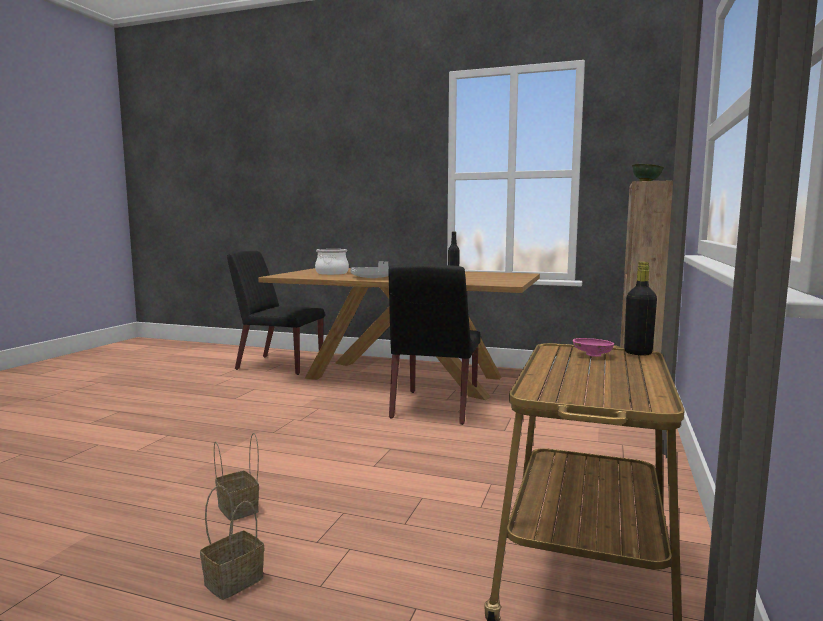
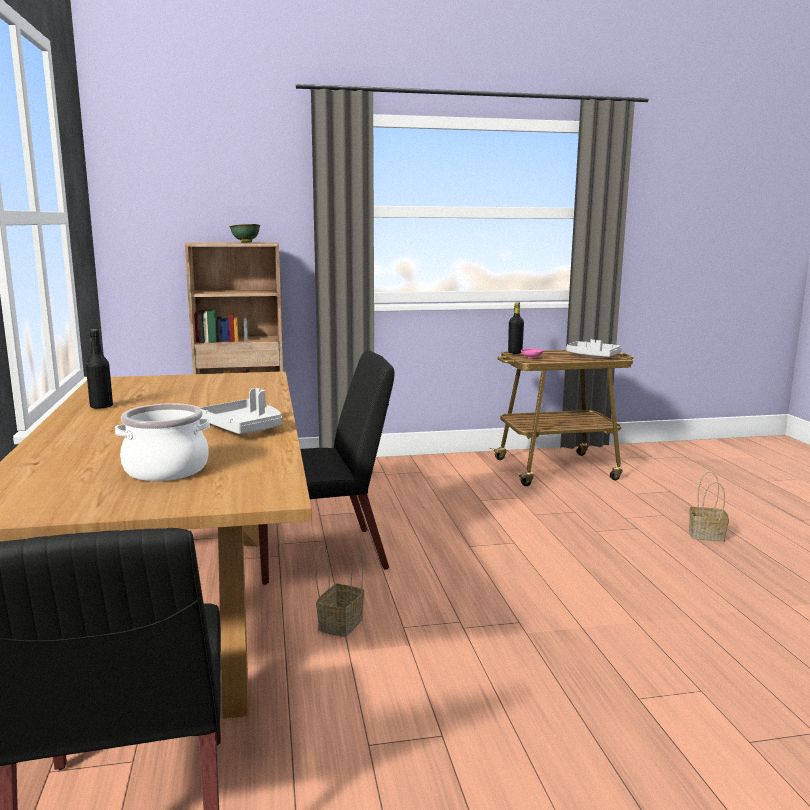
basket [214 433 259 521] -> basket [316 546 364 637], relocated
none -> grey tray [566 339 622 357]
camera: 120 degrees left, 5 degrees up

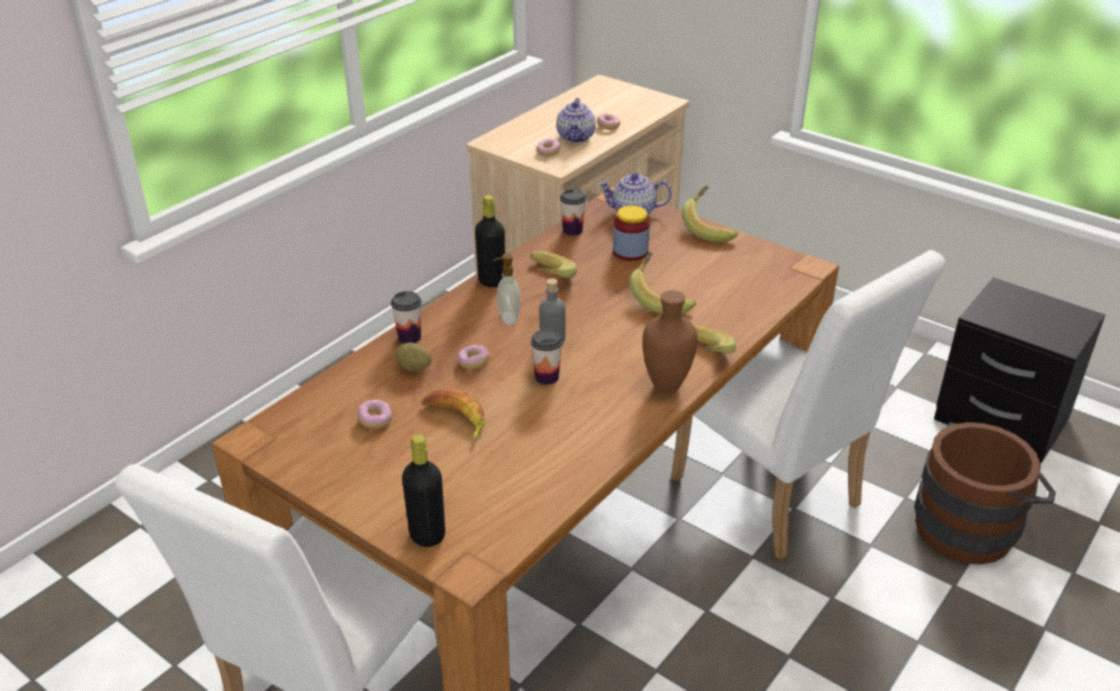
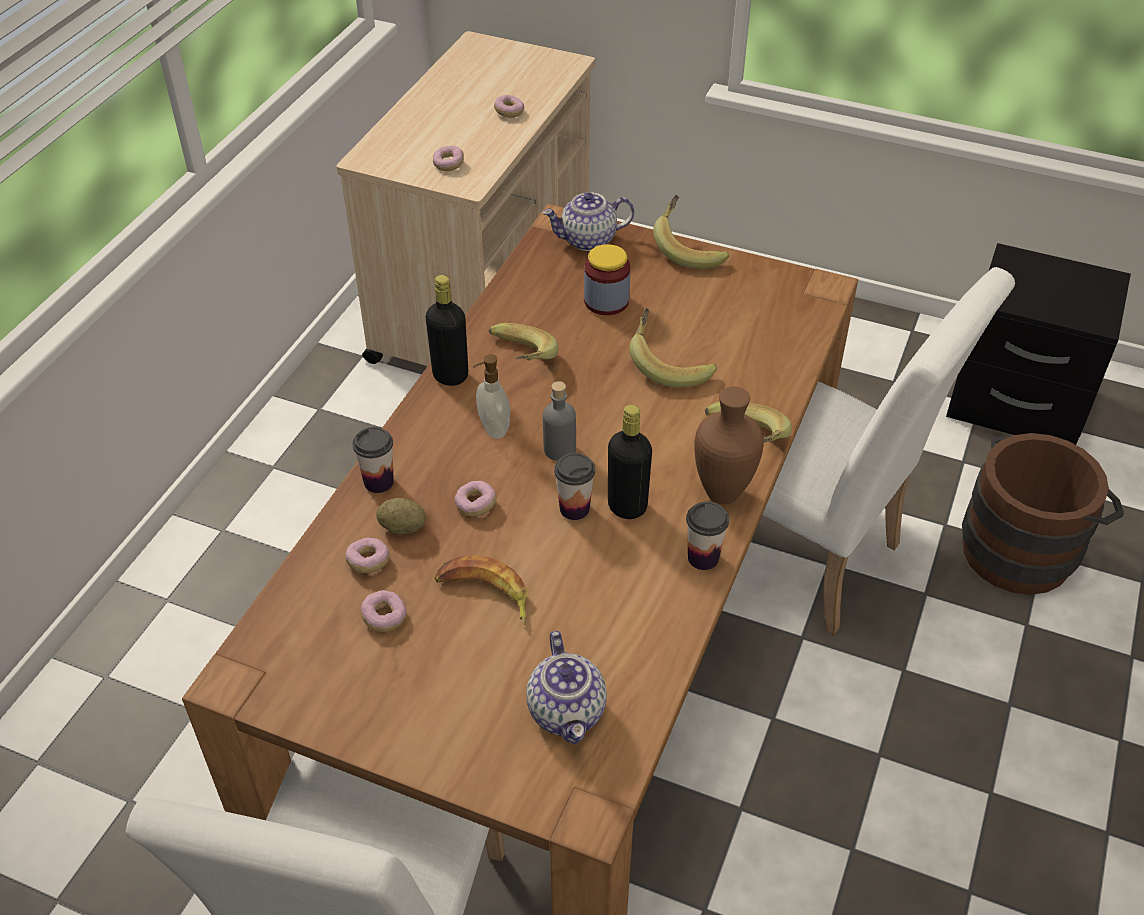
black bottle [402 434 445 547] -> black bottle [608 405 652 519], relocated
teapot [556 98 596 143] -> teapot [526 631 607 745], relocated
cup [560 189 586 236] -> cup [686 501 729 570], relocated
none -> donut [345 538 390 573]
camera: 15 degrees left, 10 degrees up

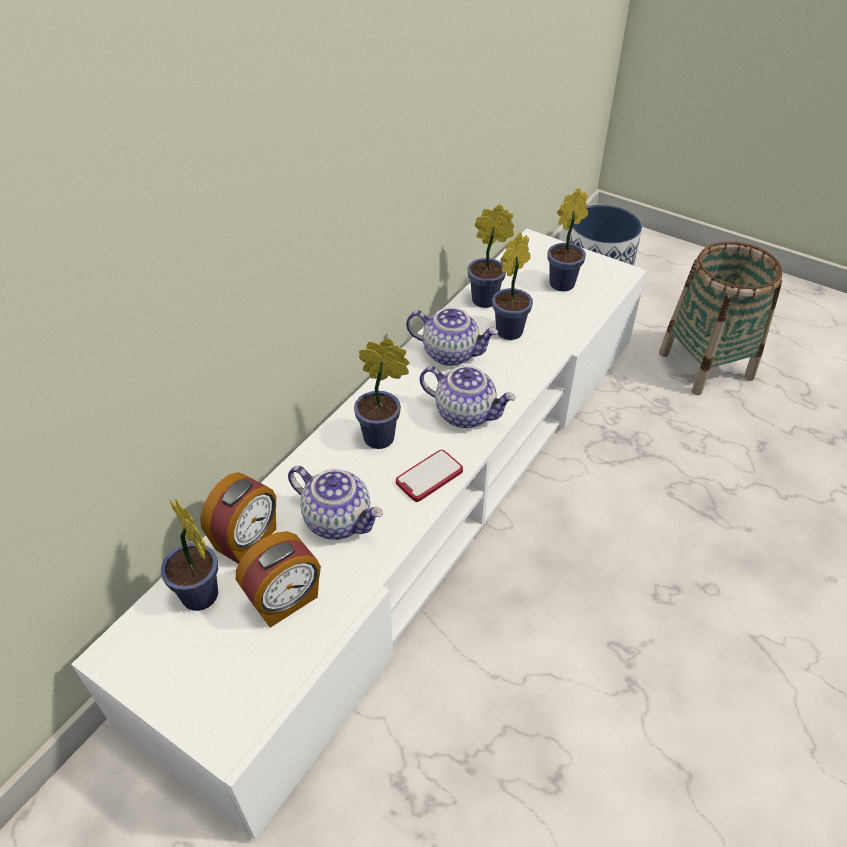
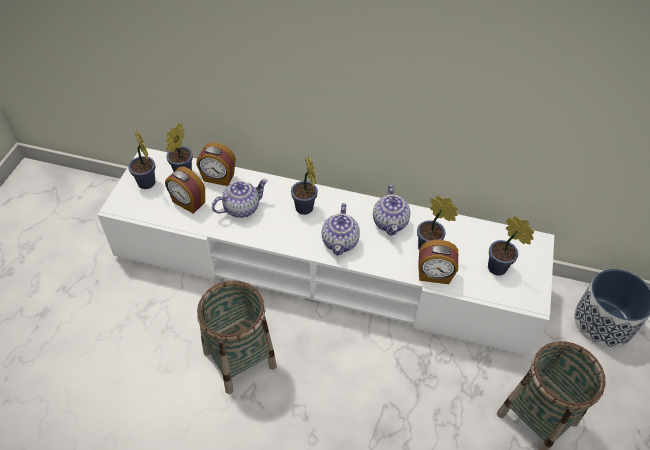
teapot [288 466 383 540] -> teapot [212 179 268 218], 135 degrees counterclockwise
phone [396 450 463 502] -> none
potted plant [467 204 514 308] -> potted plant [128 130 155 189], relocated
none -> basket [197 280 277 394]
none -> alarm clock [418 240 458 284]
camera: 70 degrees right, 5 degrees up

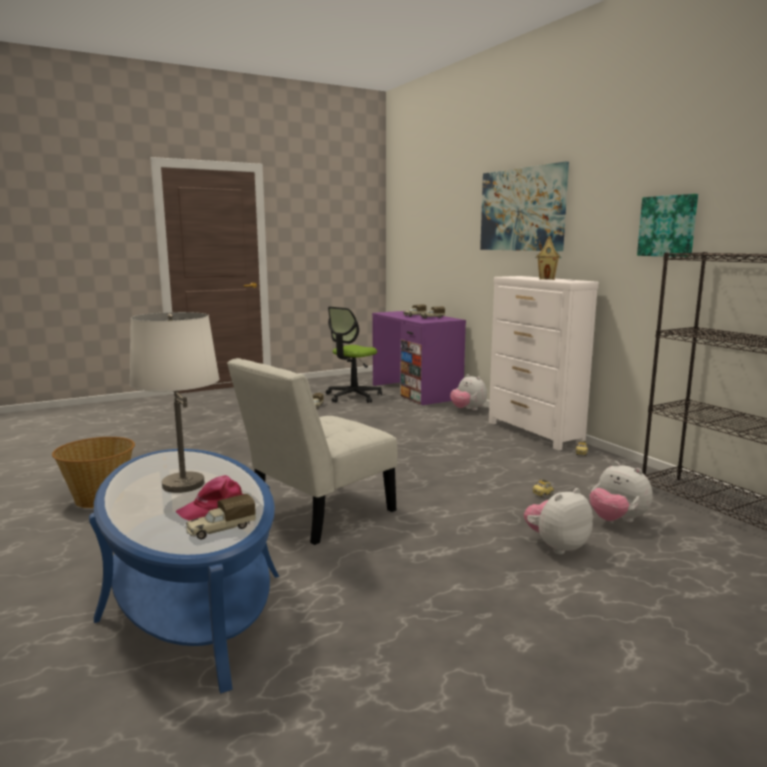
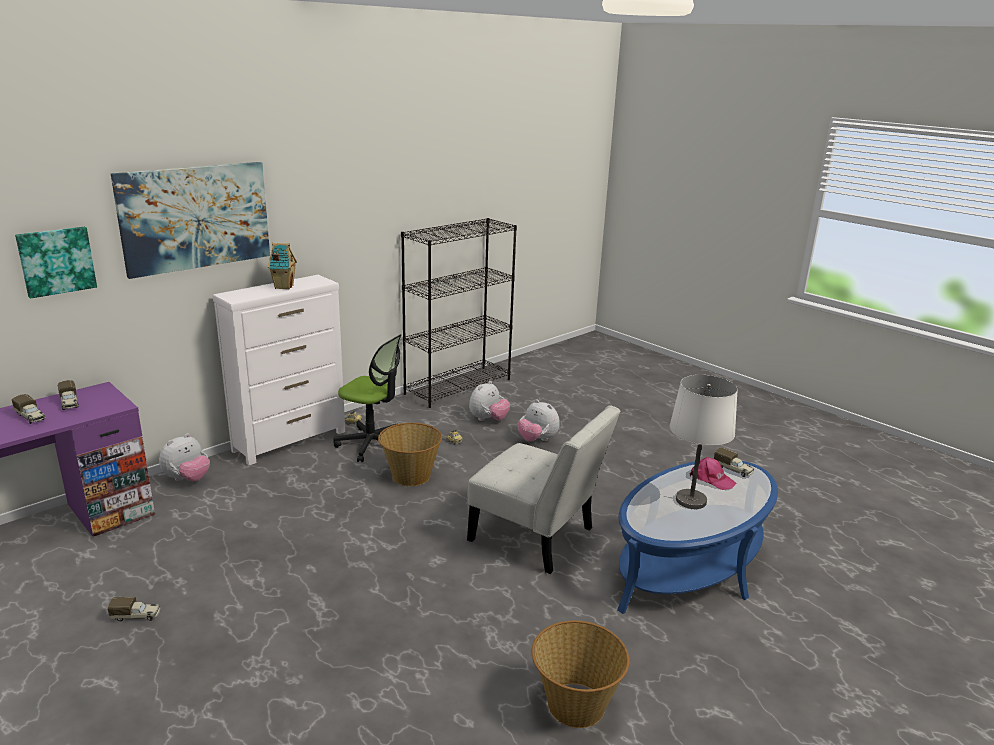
office chair [326 307 382 403] -> office chair [333 334 402 462], relocated
picture [637 194 698 257] -> picture [15 227 97 298], relocated
none -> basket [378 423 442 486]
camera: 105 degrees left, 10 degrees up

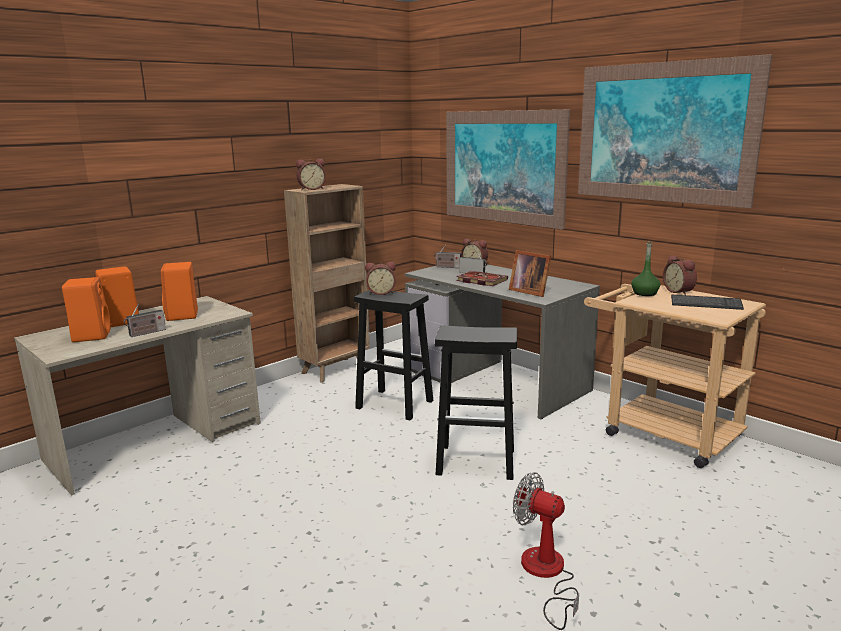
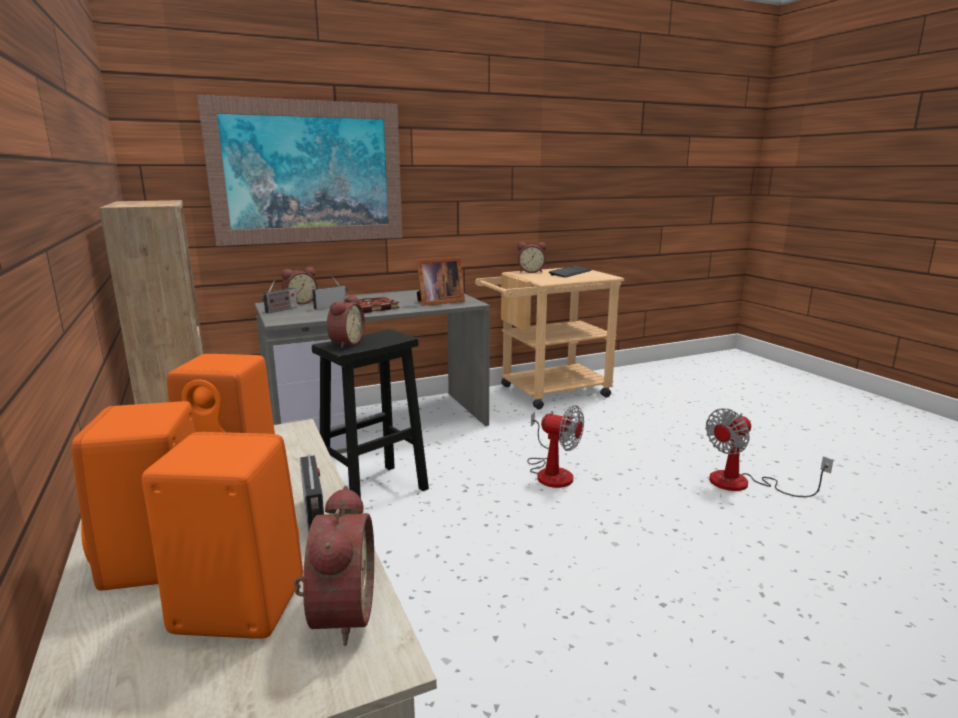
alarm clock [296 159 326 190] -> alarm clock [294 486 374 646], relocated
black stool [435 325 517 480] -> fan [527 405 584 488]
picture [578 54 772 208] -> none
green bottle [631 241 661 296] -> none
camera: 70 degrees left, 0 degrees up

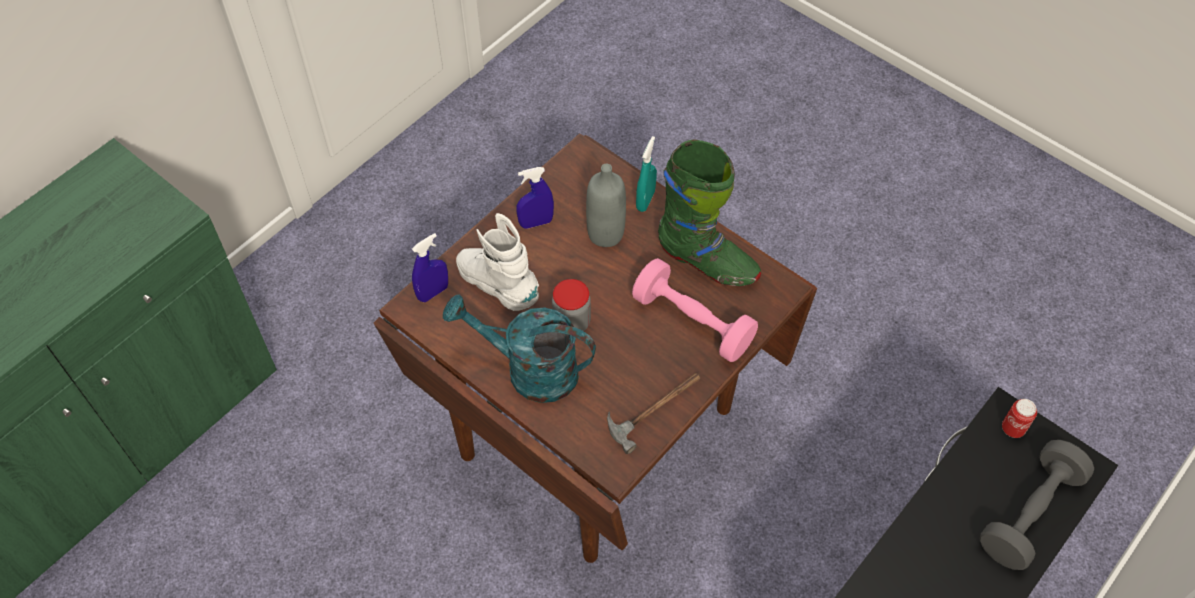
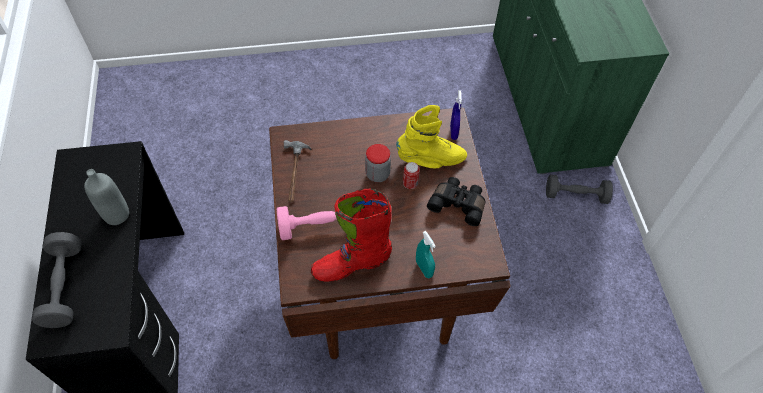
turquoise watering can [443 294 596 403] -> none
white boot [456 213 539 311] -> yellow boot [396 105 467 168]
blue spray bottle [516 167 554 229] -> black binoculars [427 177 485 226]
grey bottle [586 164 626 247] -> grey bottle [84 169 129 225], relocated
green boot [658 139 762 286] -> red boot [311 189 392 282]
can [1002 399 1037 438] -> can [403 162 420 189], relocated
none -> grey dumbbell [546 175 613 204]
camera: 130 degrees right, 0 degrees up

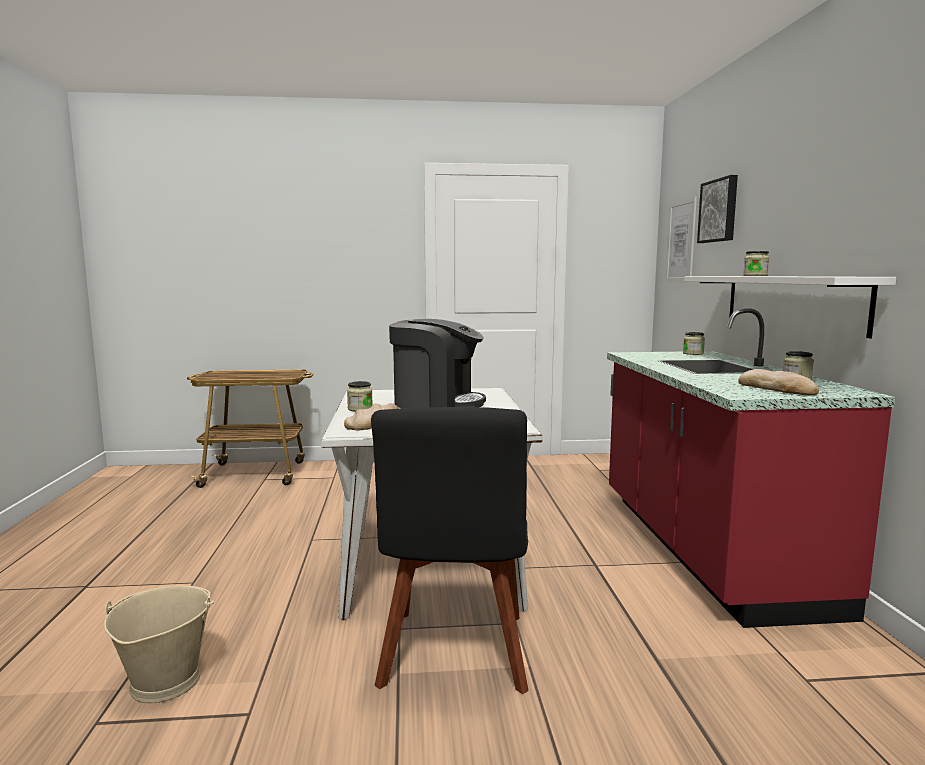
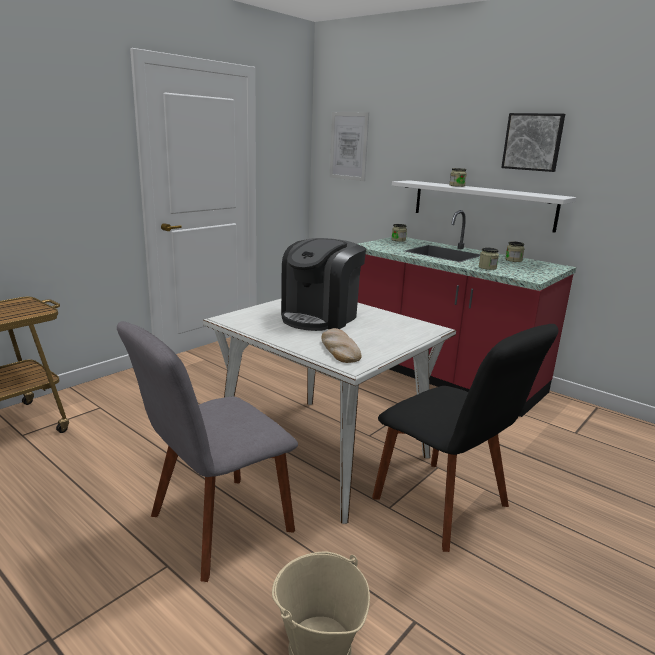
jar [347 381 372 412] -> jar [479 248 499 270], relocated
coffee machine [389 319 486 408] -> coffee machine [281 238 366 331], 150 degrees clockwise
picture [697 175 738 243] -> picture [501 113 565 172], relocated
bread [738 369 819 395] -> none
none -> grey chair [117 321 298 582]
camera: 45 degrees left, 10 degrees up

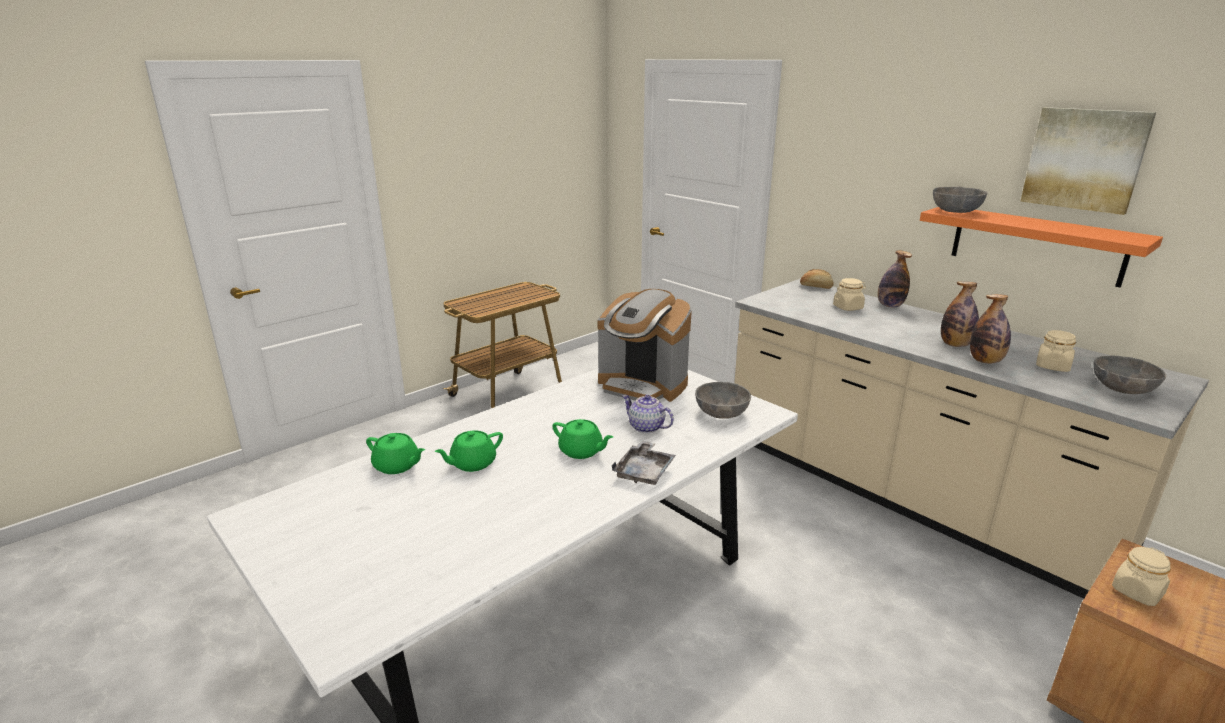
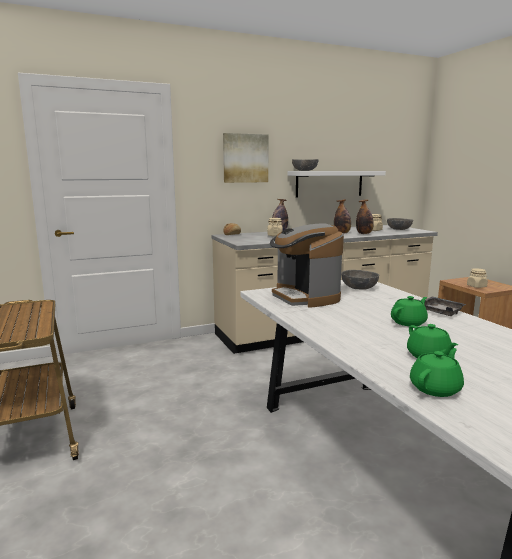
coffee machine [598 289 692 402] -> coffee machine [270 223 344 308], 105 degrees clockwise
teapot [622 395 674 433] -> none
orange shelf [920 207 1163 288] -> white shelf [288 171 386 197]
picture [1020 107 1156 215] -> picture [223 133 269 183], relocated
camera: 70 degrees left, 10 degrees down

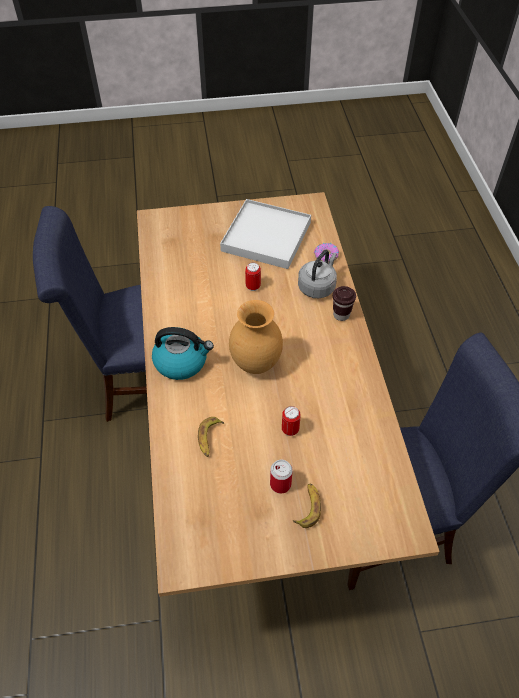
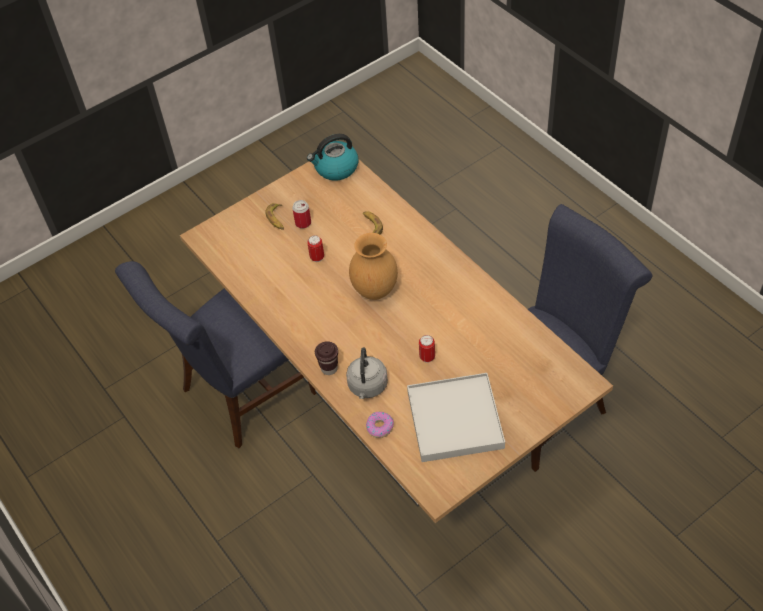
kettle [152 327 214 380] -> kettle [307 134 358 181], relocated
camera: 155 degrees right, 0 degrees up

